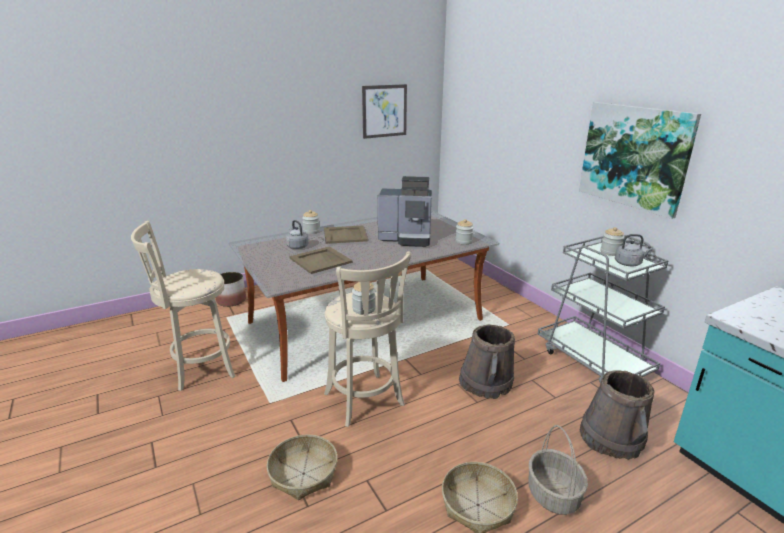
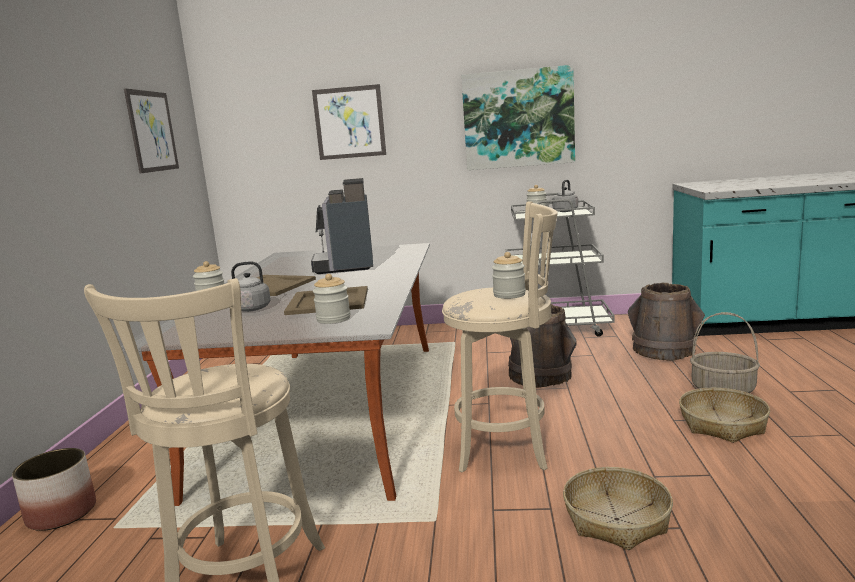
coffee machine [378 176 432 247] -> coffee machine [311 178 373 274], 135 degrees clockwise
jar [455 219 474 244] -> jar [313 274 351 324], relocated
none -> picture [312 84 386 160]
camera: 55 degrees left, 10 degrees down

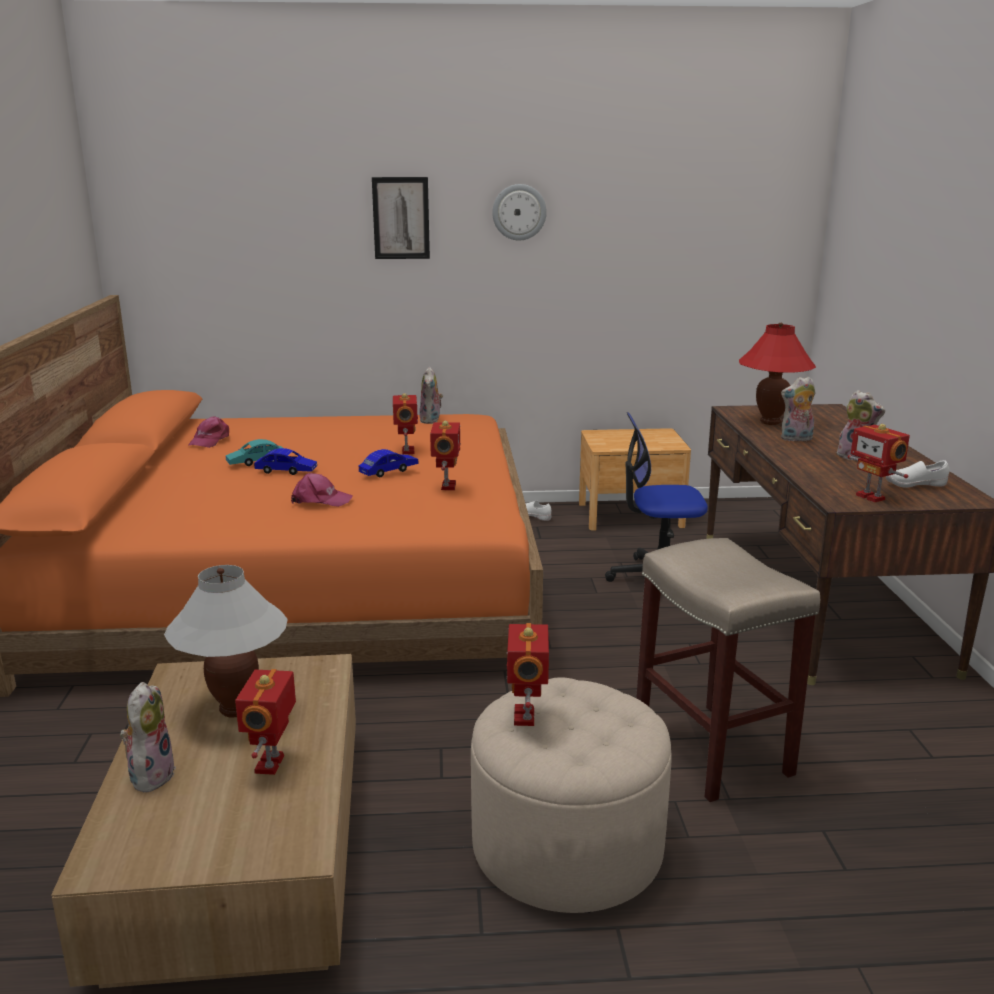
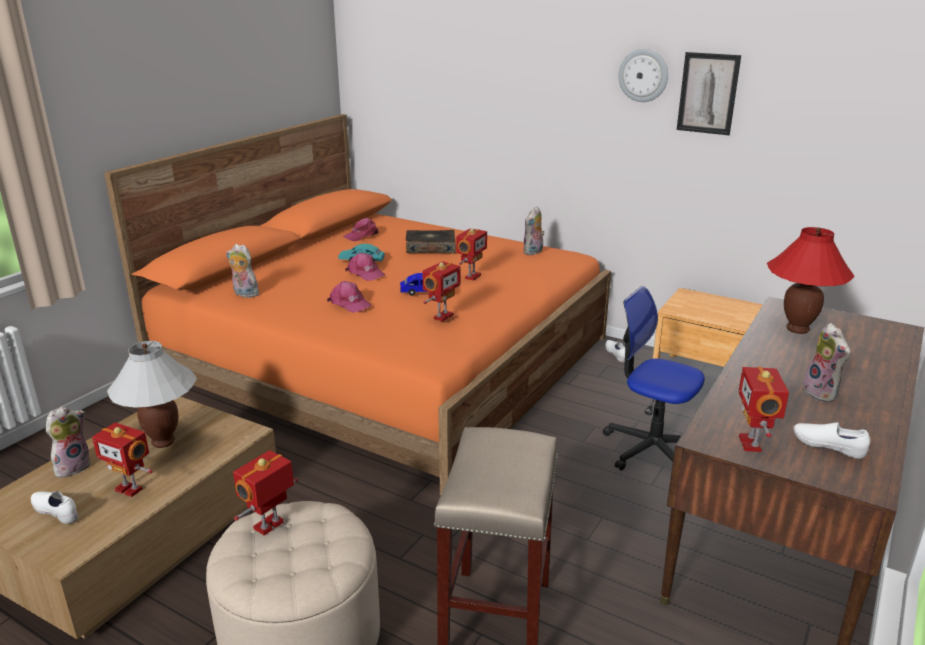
toy robot [235 669 296 775] -> toy robot [92 423 153 497], 105 degrees counterclockwise
blue toy car [254 448 317 475] -> pink cap [345 253 385 281]
picture [372 177 430 259] -> picture [677 52 741 135], relocated
plush toy [781 376 816 441] -> plush toy [226 244 259 298], relocated
none -> white shoe [31 491 78 524]
none -> book [406 230 456 254]
camera: 35 degrees right, 5 degrees up

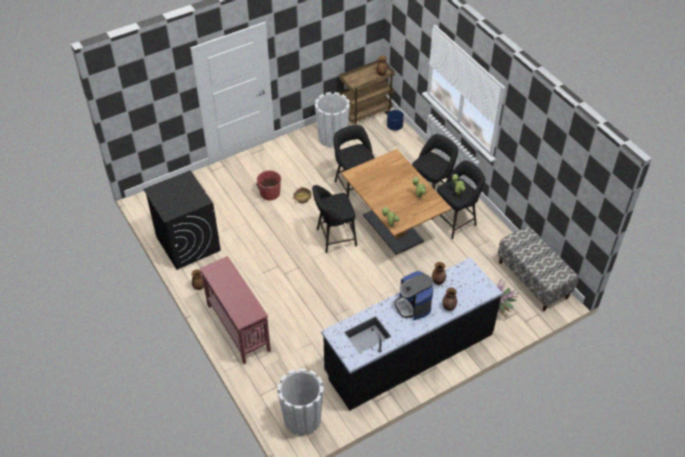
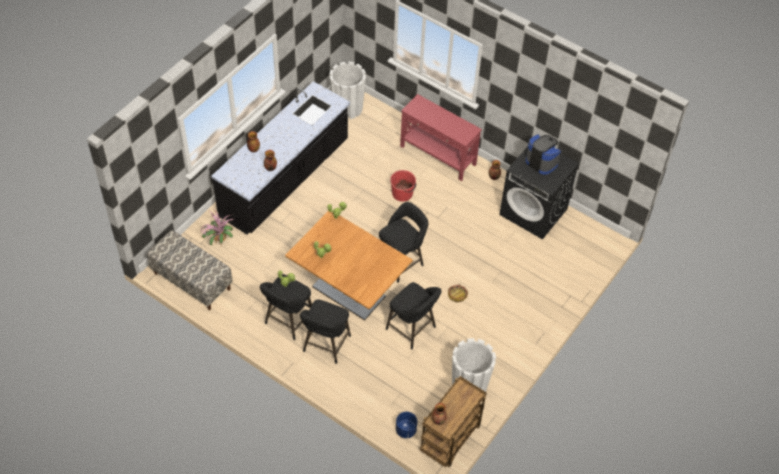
red bucket [257 170 281 200] -> red bucket [390 170 416 202], relocated
coffee machine [394 271 434 320] -> coffee machine [526 134 561 175], relocated
camera: 155 degrees right, 5 degrees up

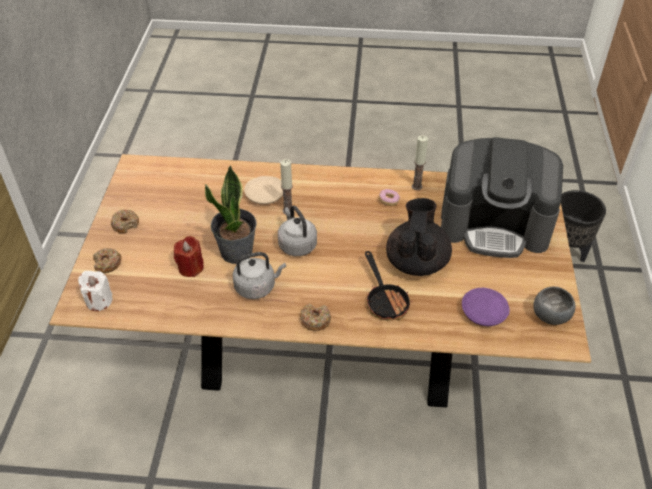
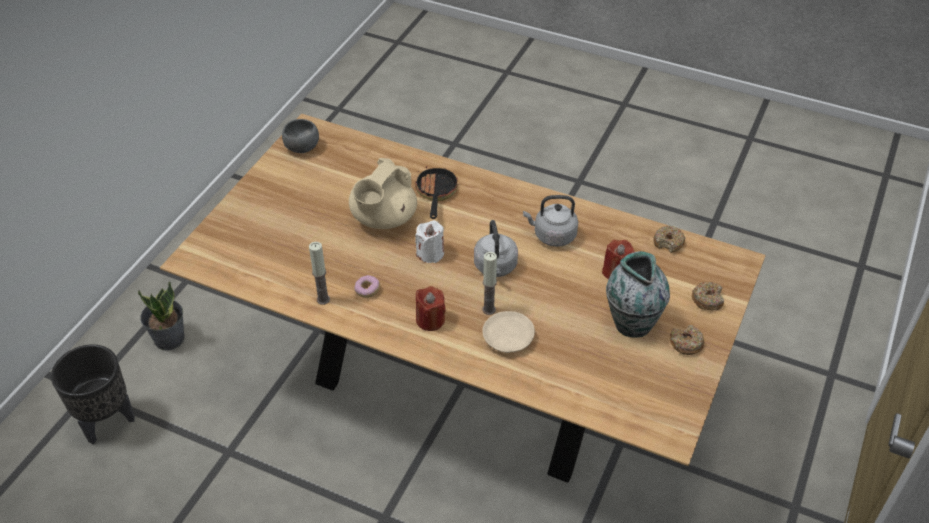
white candle [78 271 112 311] -> white candle [415 220 444 263], relocated
potted plant [205 165 257 264] -> potted plant [138 282 185 351], relocated
donut [300 303 331 331] -> donut [653 226 685 253], relocated
black teapot [386 198 452 276] -> beige teapot [349 158 417 229]
coffee machine [441 137 563 258] -> none
purple plate [462 288 510 326] -> none
none -> red candle [416 286 446 331]
none -> vase [606 251 670 338]
camera: 160 degrees left, 0 degrees up

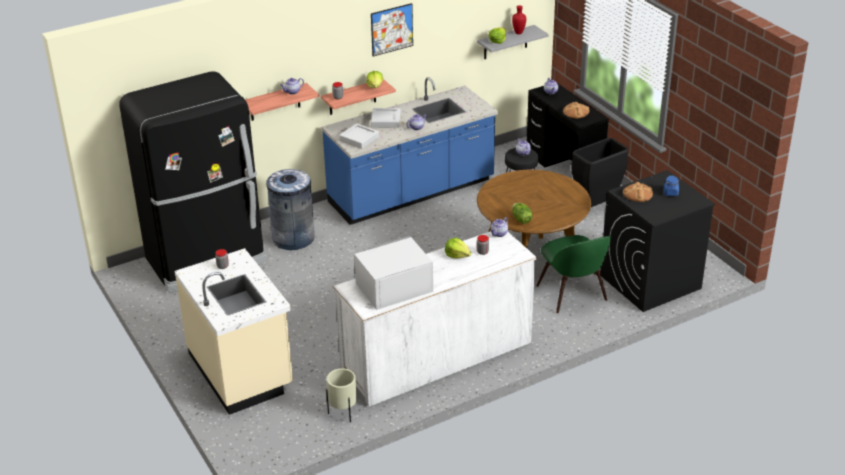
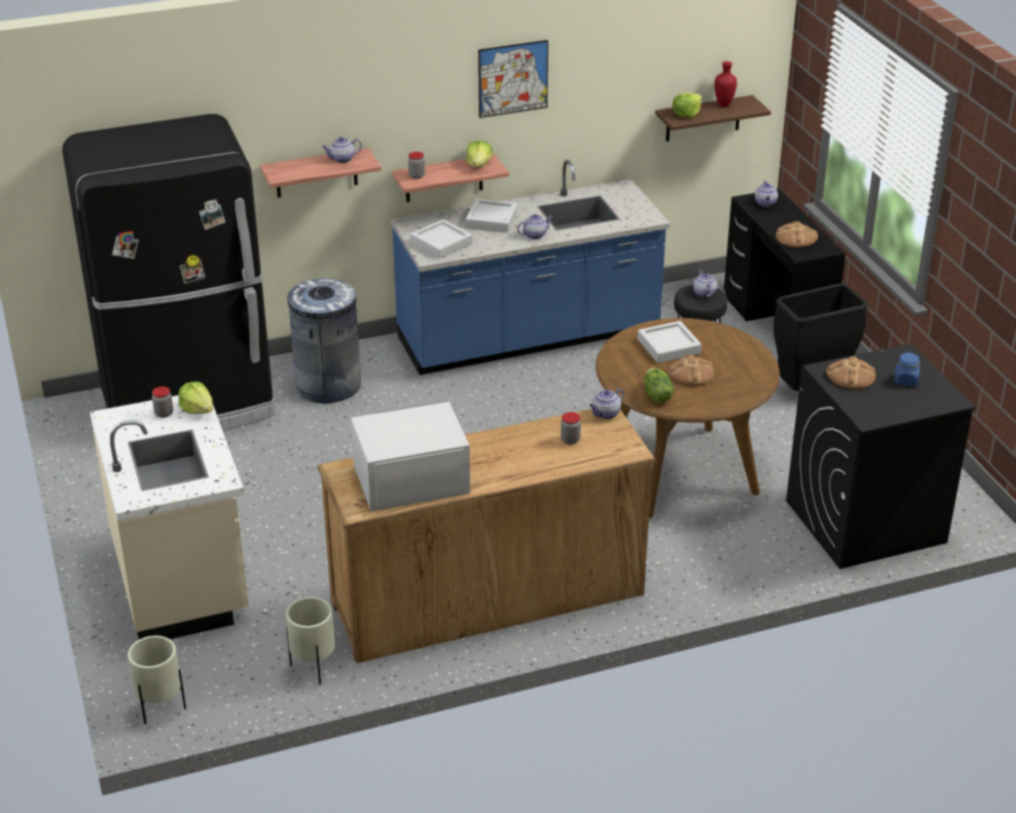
white dresser [333 231 537 407] -> brown dresser [317 409 656 663]
lettuce [445 238 471 258] -> lettuce [178 381 213 414], relocated
grey shelf [477 25 549 59] -> brown shelf [655 95 771 142]
green chair [536 235 612 313] -> none
none -> beige planter [128 636 186 724]
none -> grey tray [638 321 702 363]
none -> bread [667 354 714 386]
camera: 10 degrees right, 0 degrees up

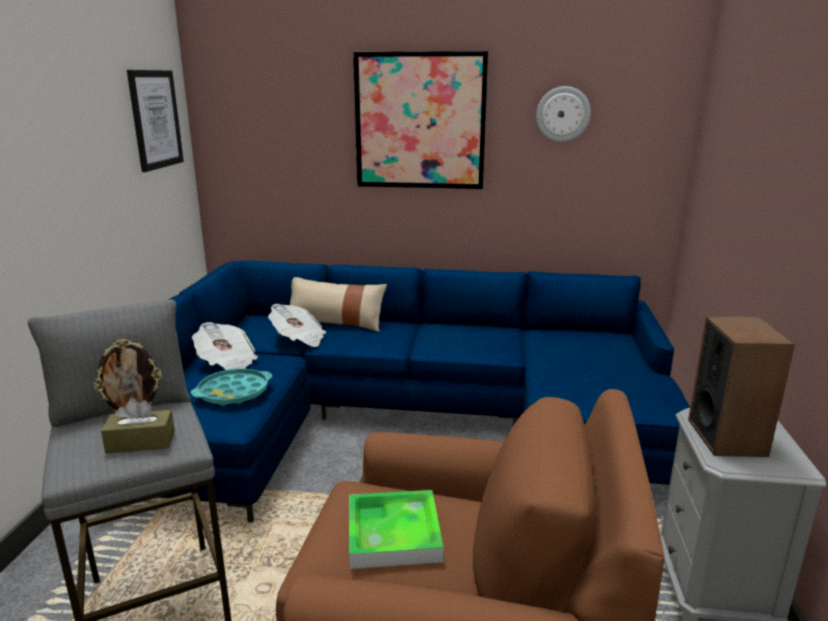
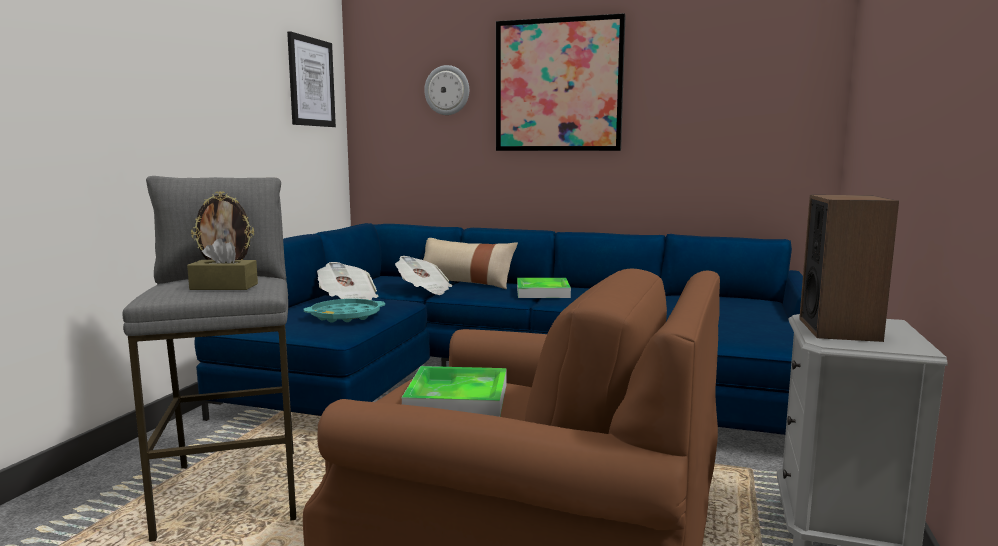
wall clock [536 86 591 142] -> wall clock [424 65 469 115], relocated
none -> tray [517 278 571 298]
camera: 10 degrees right, 10 degrees down

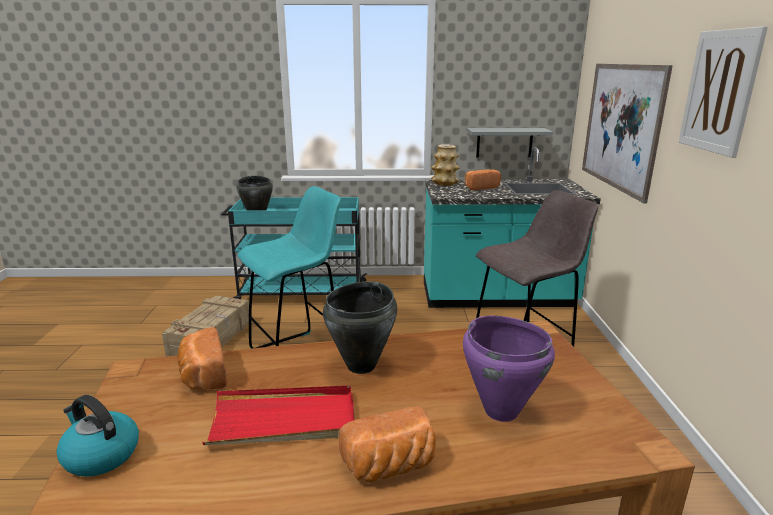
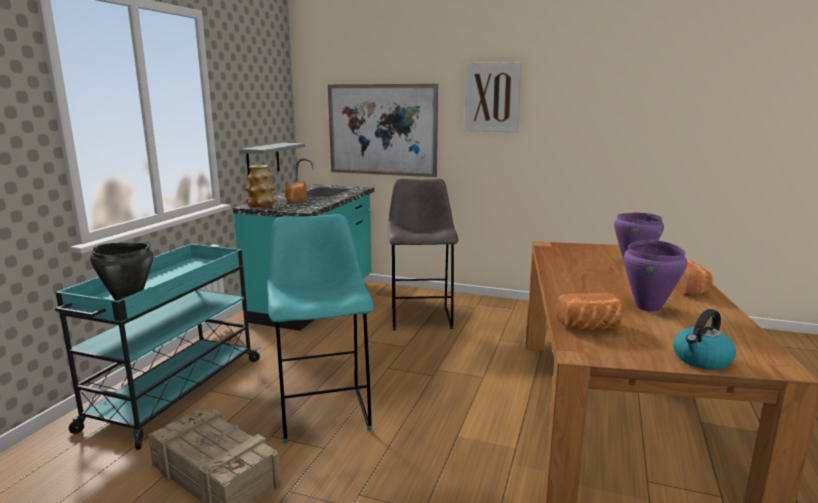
red tray [202 385 355 445] -> purple cooking pot [624 240 687 312]
black cooking pot [323 281 397 374] -> none
camera: 70 degrees left, 5 degrees down

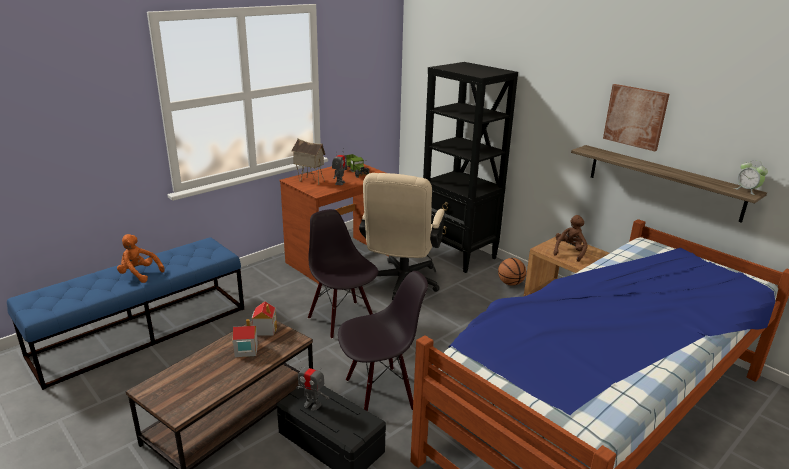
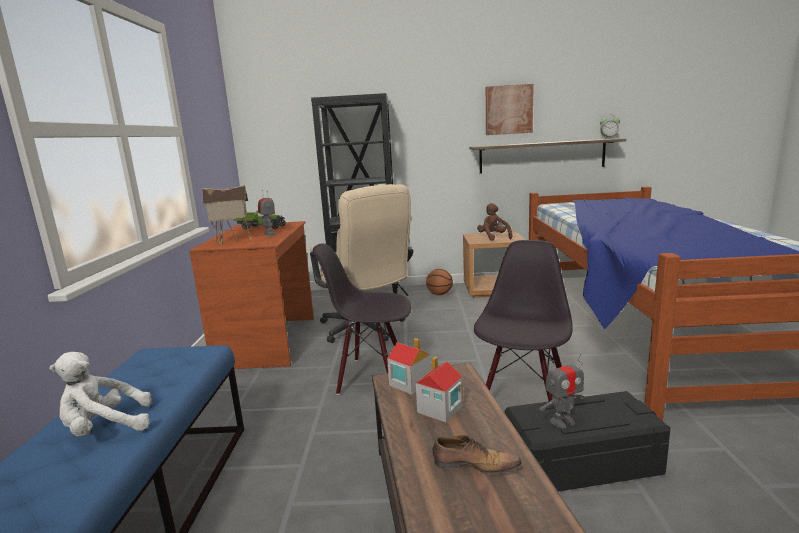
orange plush toy [117 234 165 283] -> white plush toy [50 352 152 437]
none -> shoe [432 435 522 474]
camera: 45 degrees left, 10 degrees down

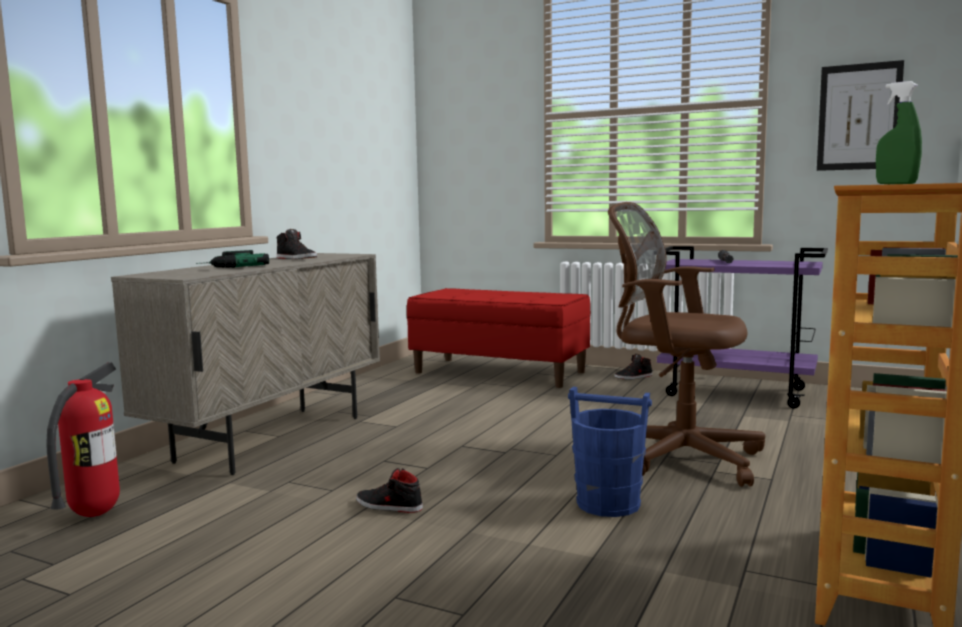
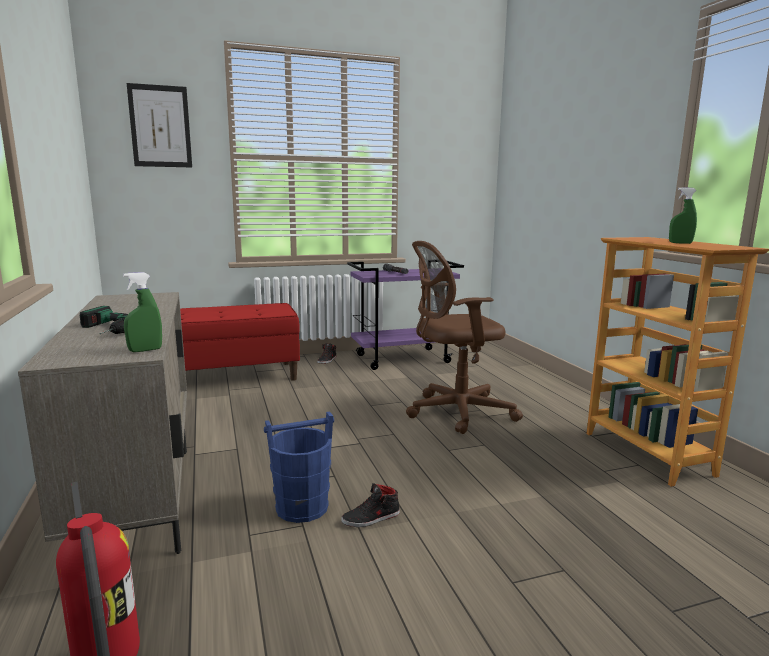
black shoe [276 229 317 259] -> none
blue bucket [568 387 652 517] -> blue bucket [264 411 334 523], relocated
picture [817 60 904 171] -> picture [127 83 192 168], relocated
none -> green spray bottle [123 272 162 352]
camera: 45 degrees left, 5 degrees up

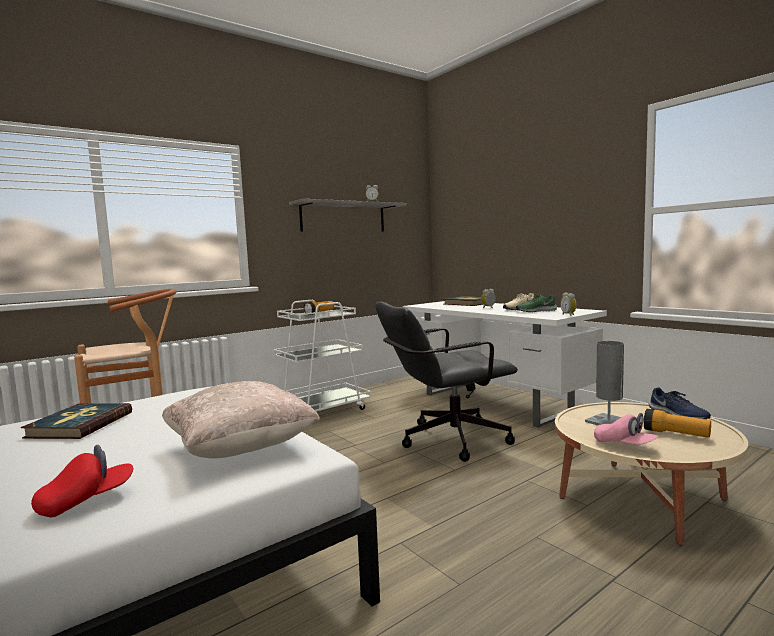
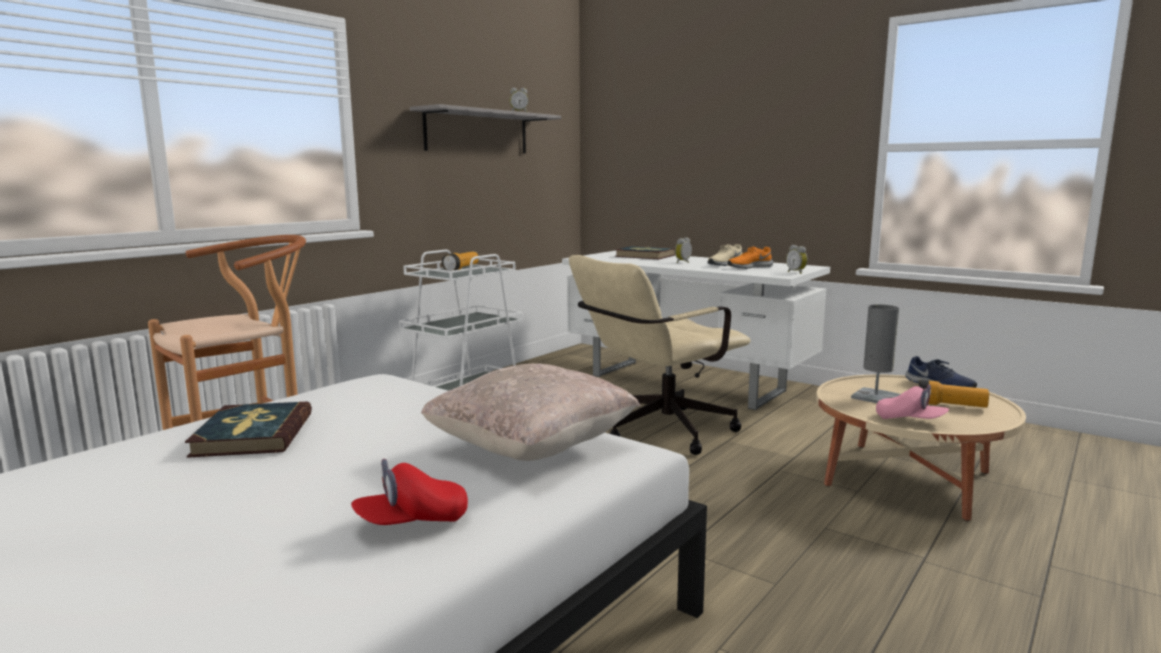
red cap [31 445 133 517] -> red cap [351 459 468 525], 150 degrees counterclockwise
black office chair [375 302 518 462] -> beige office chair [569 255 750 455]
green shoe [516 295 557 312] -> orange shoe [727 247 773 269]
camera: 15 degrees left, 5 degrees up

